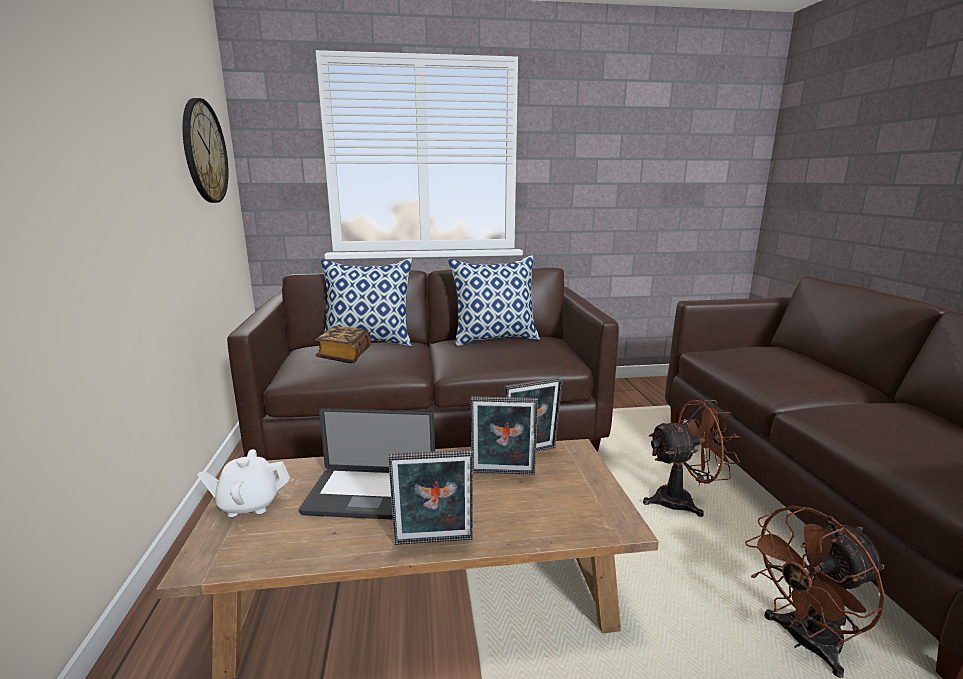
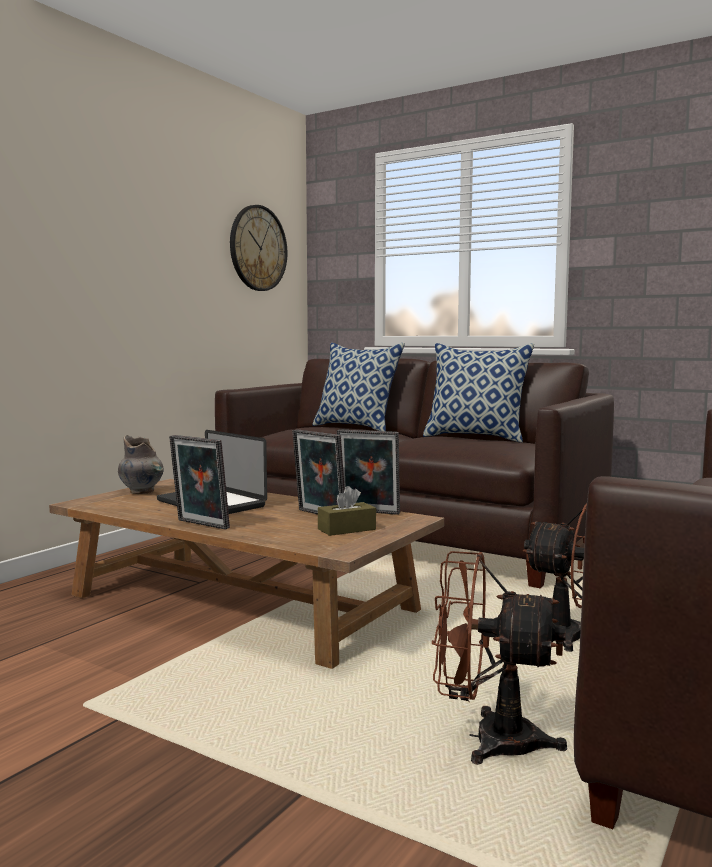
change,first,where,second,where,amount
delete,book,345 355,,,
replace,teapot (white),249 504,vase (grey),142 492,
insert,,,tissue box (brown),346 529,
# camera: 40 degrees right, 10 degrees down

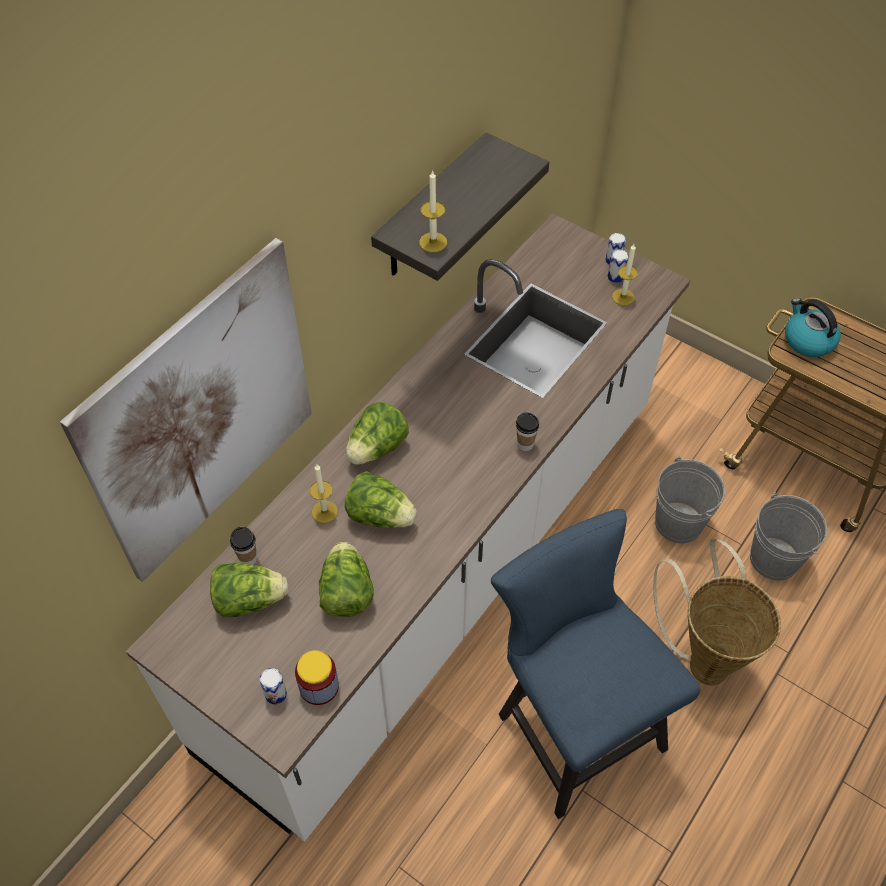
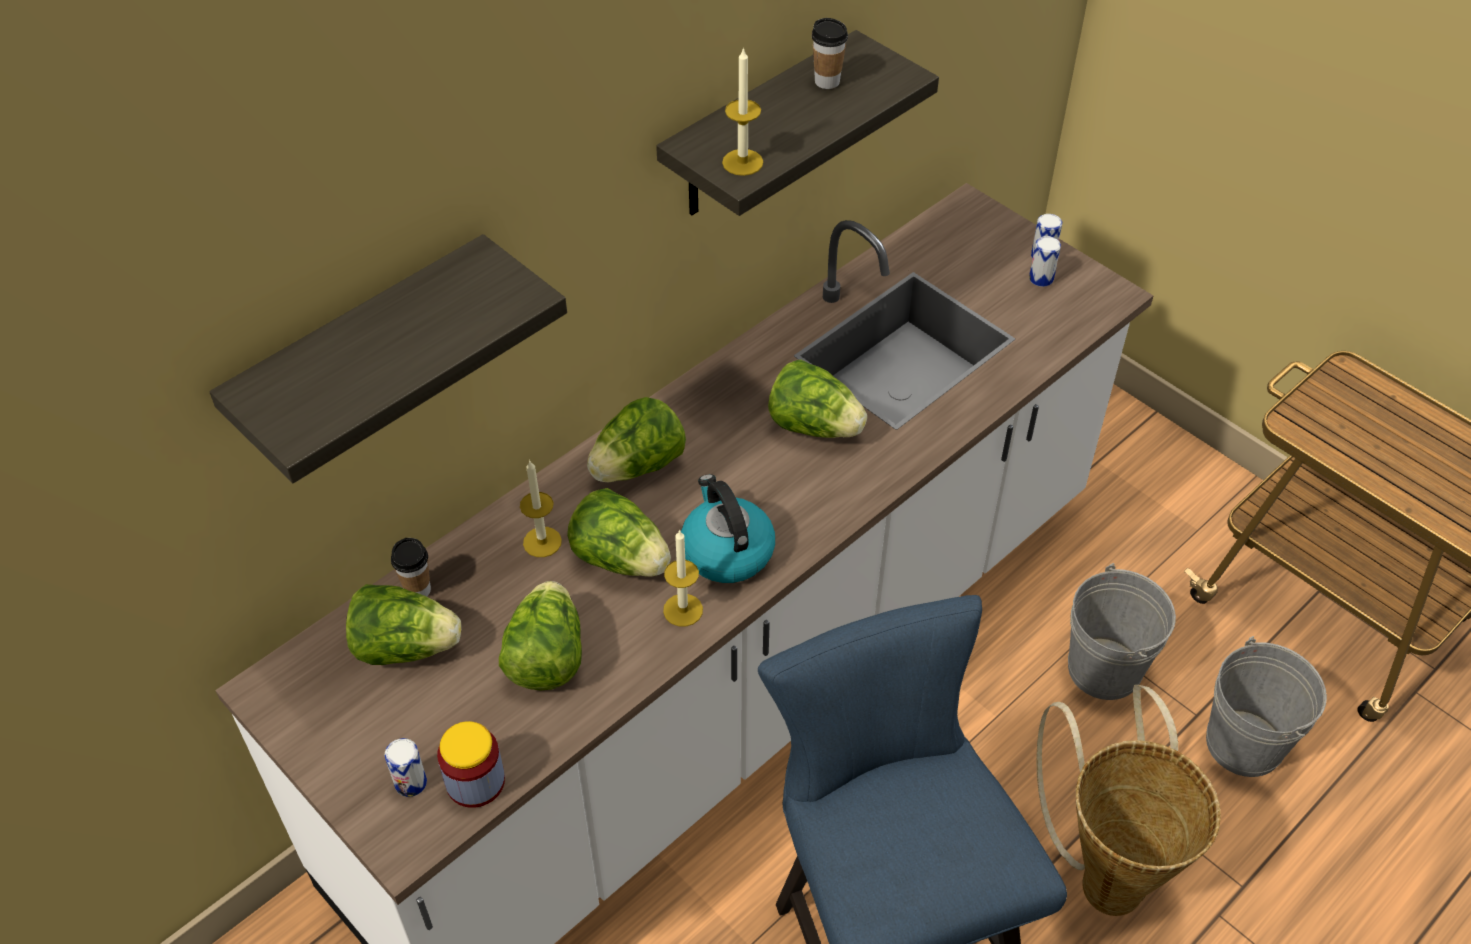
change,first,where,second,where,amount
replace,picture,202 414,shelf,364 353,
move,candle,623 297,,683 610,
move,kettle,807 340,,726 551,
move,cup,525 444,,827 81,
insert,,,lettuce,814 426,
# camera: 10 degrees right, 5 degrees down

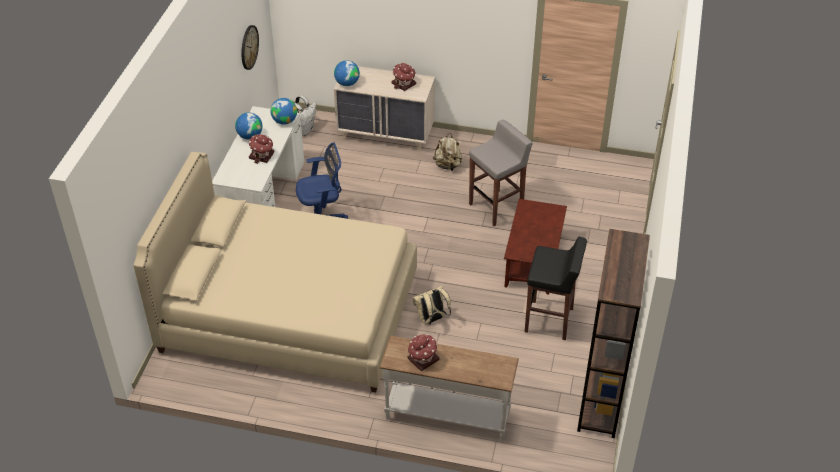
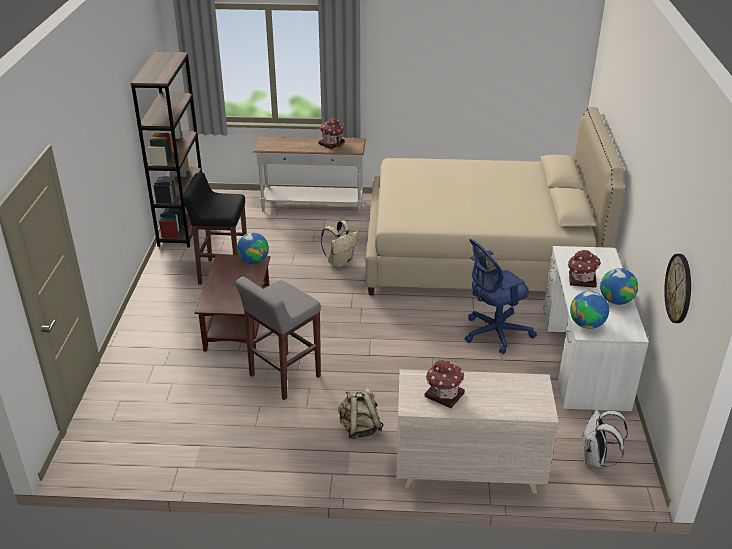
change,first,where,second,where,amount
move,globe,347 83,,254 261,
# camera: 170 degrees right, 10 degrees down

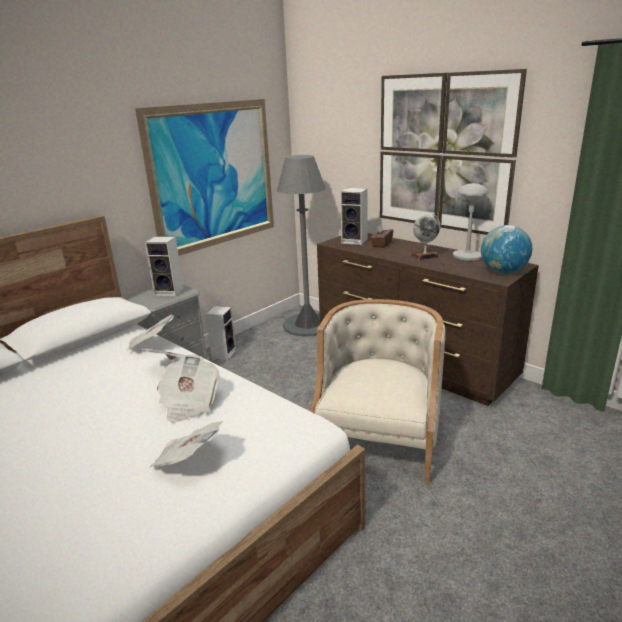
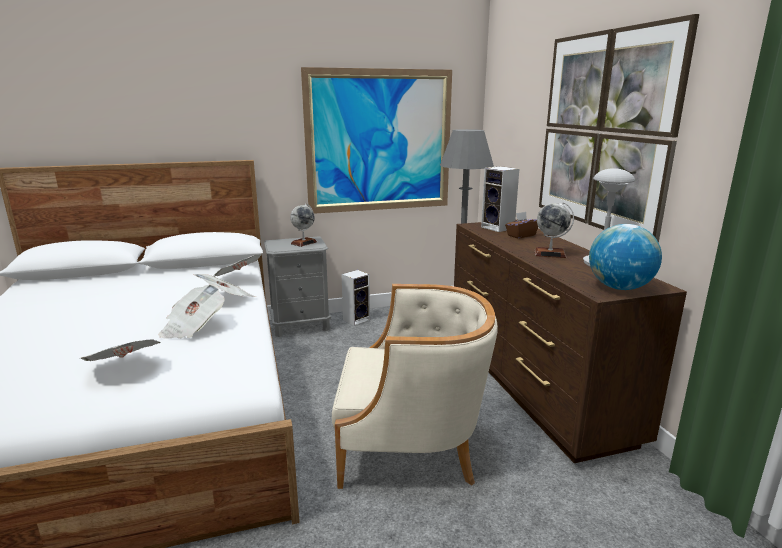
change,first,where,second,where,amount
replace,speaker,170 292,globe,304 243,
rotate,armchair (beige),379 437,,410 444,45 degrees clockwise
# camera: 30 degrees right, 5 degrees down

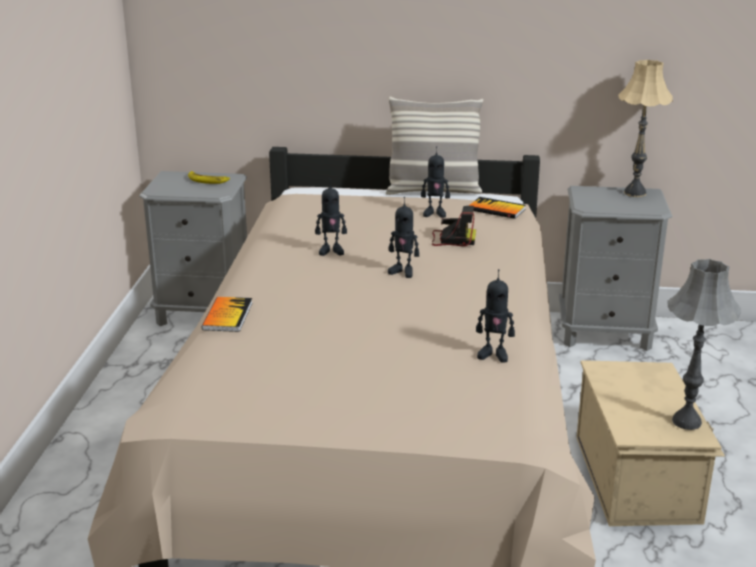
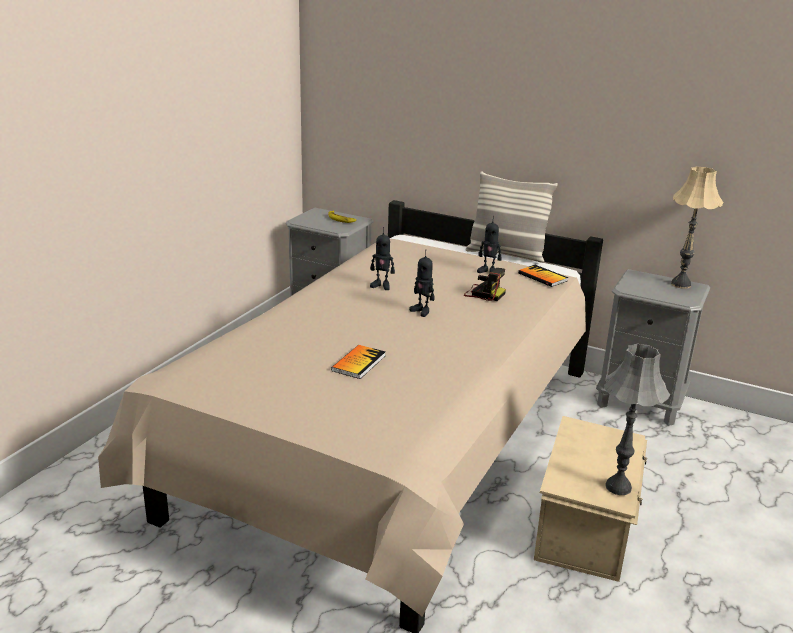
change,first,where,second,where,amount
delete,toy robot,493 355,,,
move,book,227 316,,359 363,
# camera: 20 degrees right, 0 degrees up

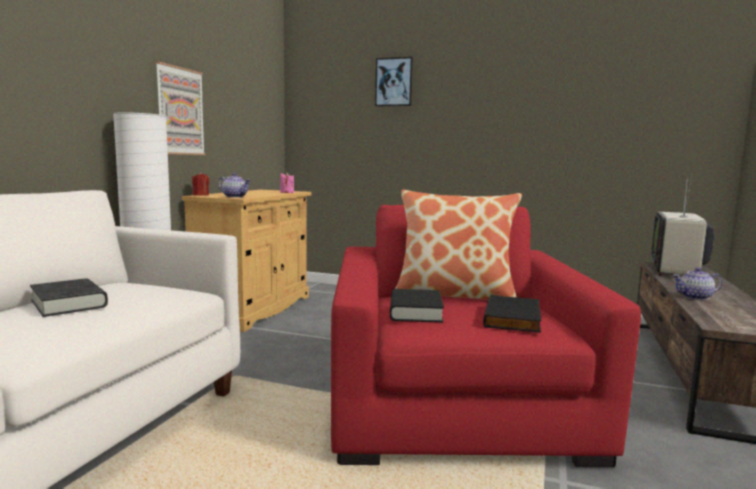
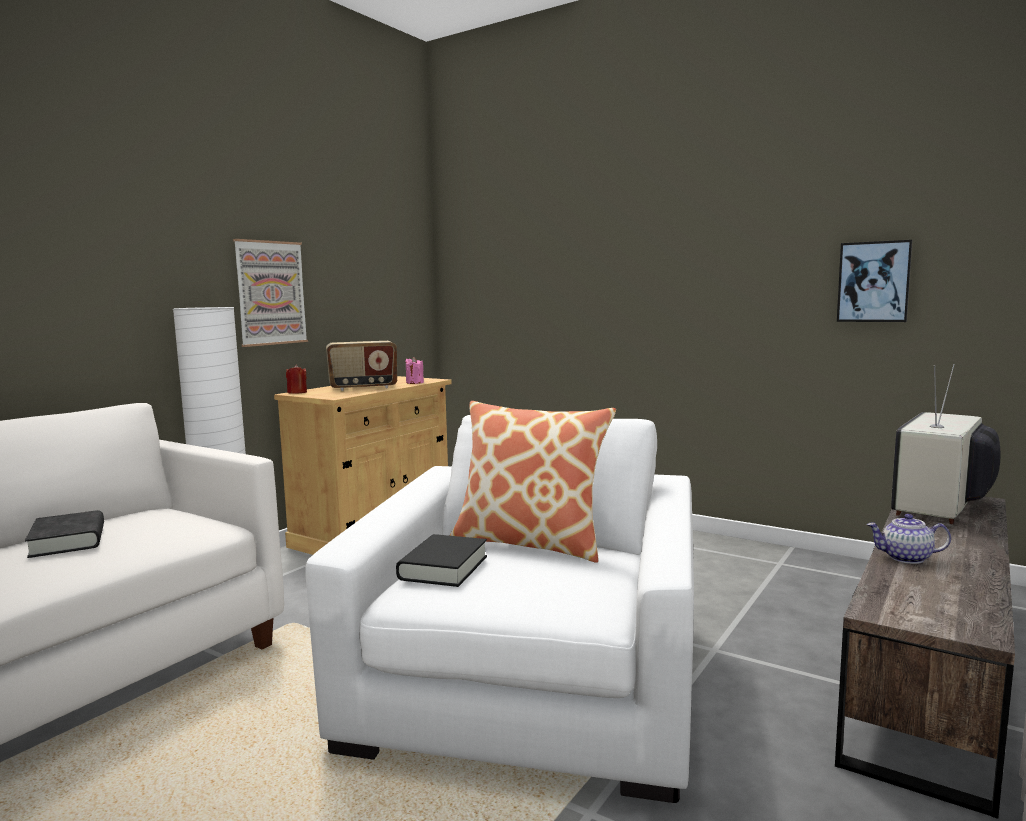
change,first,where,second,where,amount
move,picture,394 82,,873 282,
delete,teapot,235 197,,,
recolor,armchair (red),455 401,armchair (white),532 682,
delete,book (black),514 318,,,
insert,,,radio,363 388,
# camera: 15 degrees right, 0 degrees up

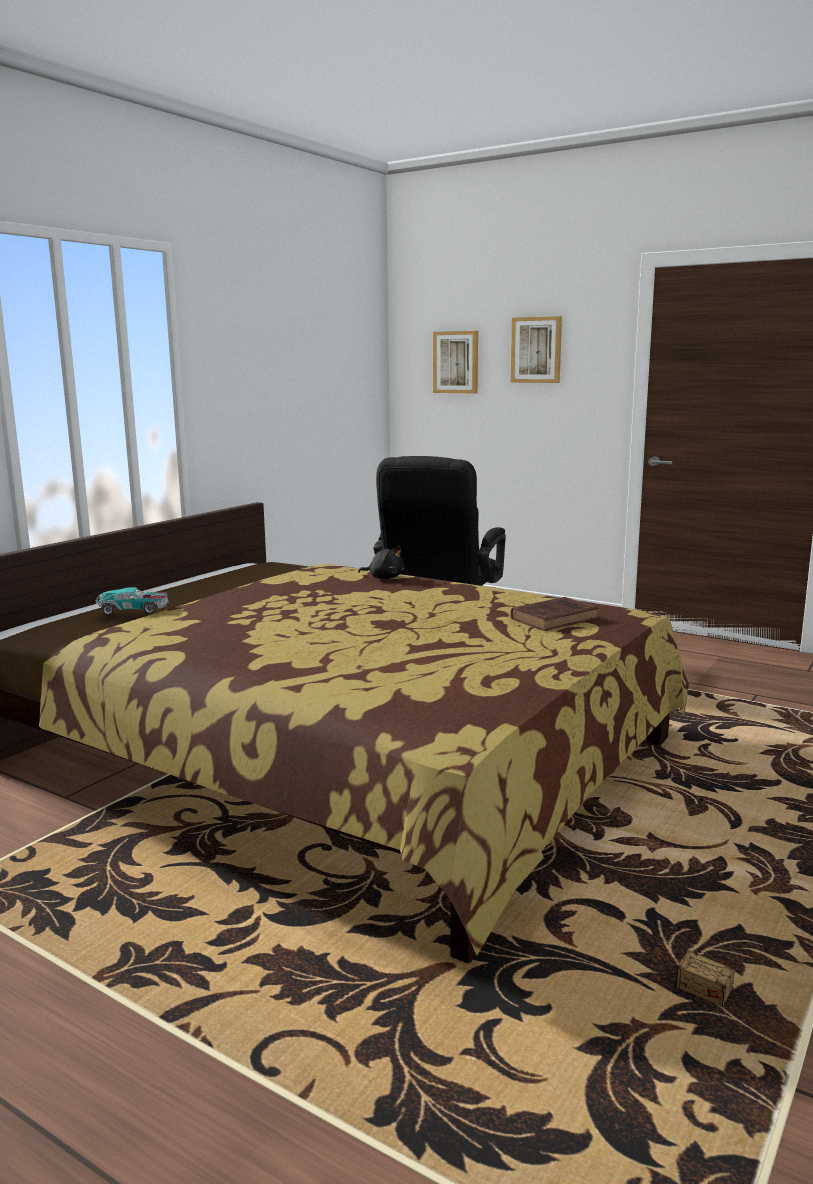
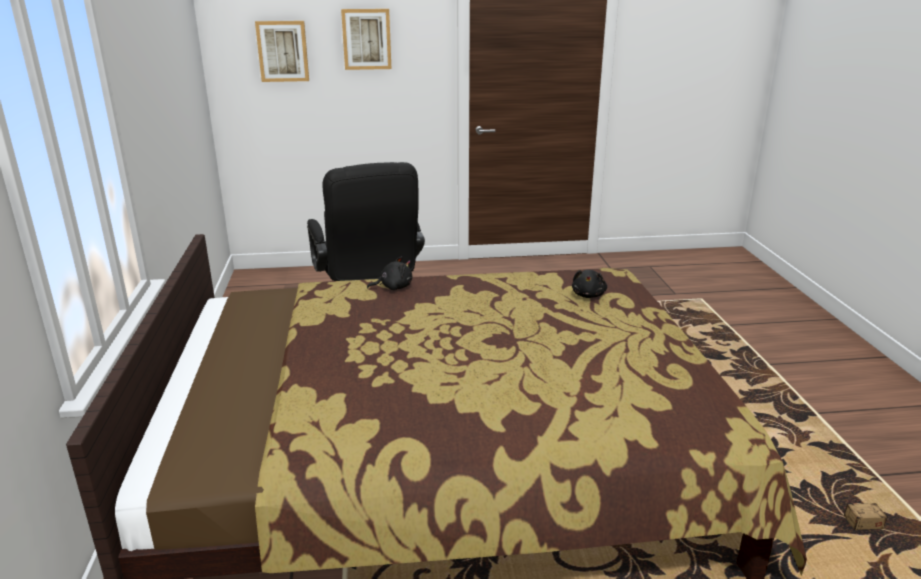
change,first,where,second,where,amount
delete,toy car,134 609,,,
replace,book (brown),556 618,plush toy (black),588 295,
# camera: 40 degrees left, 10 degrees up

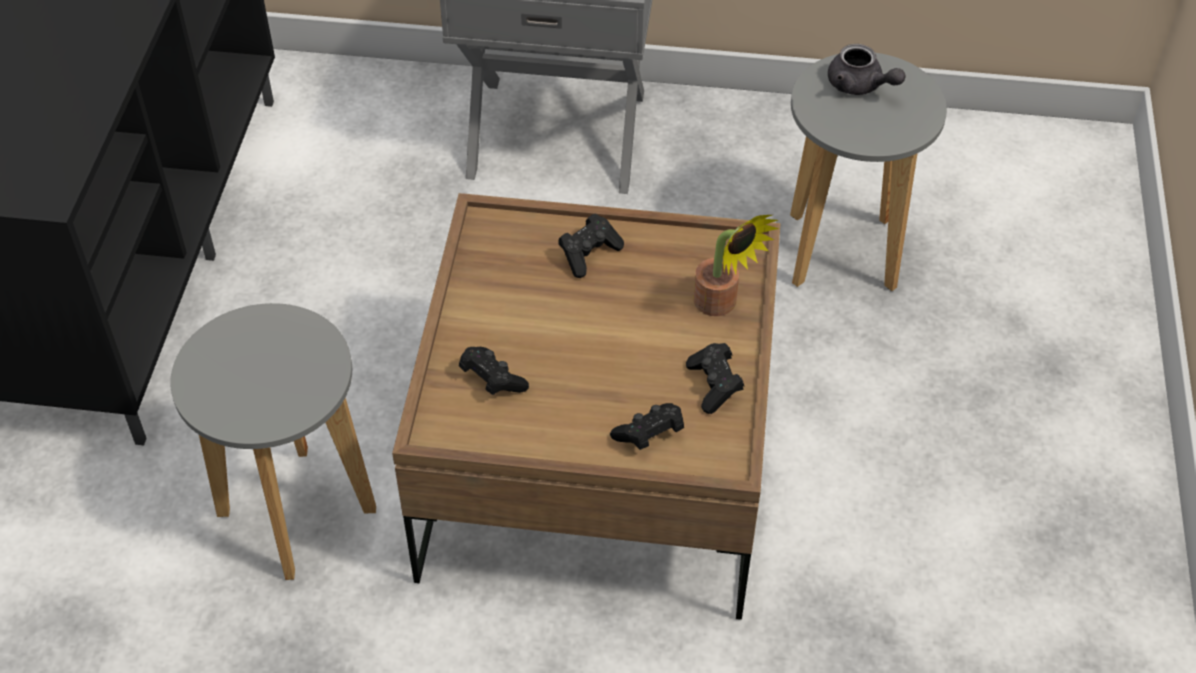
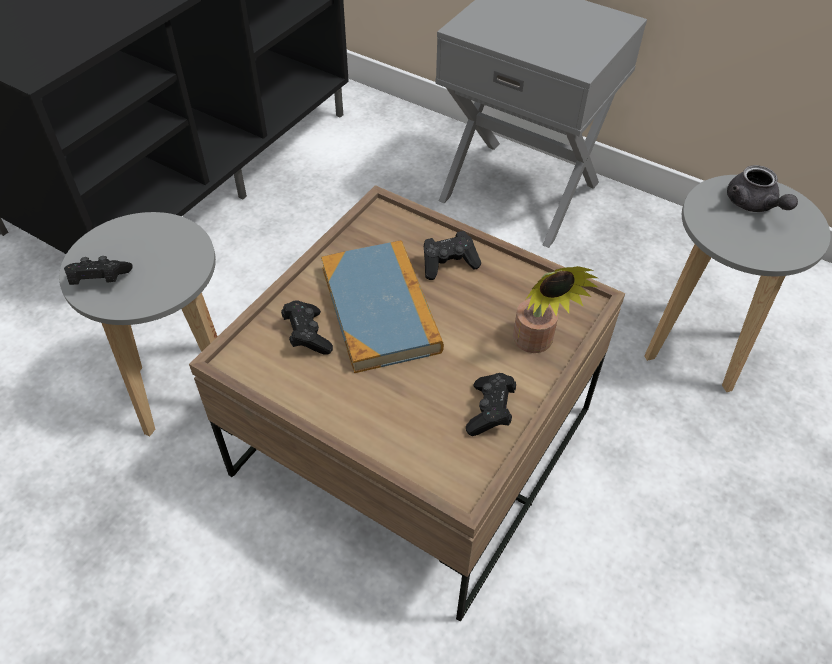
change,first,where,second,where,amount
move,game controller (black),649 435,,100 281,
insert,,,book,380 309,
# camera: 25 degrees right, 0 degrees up

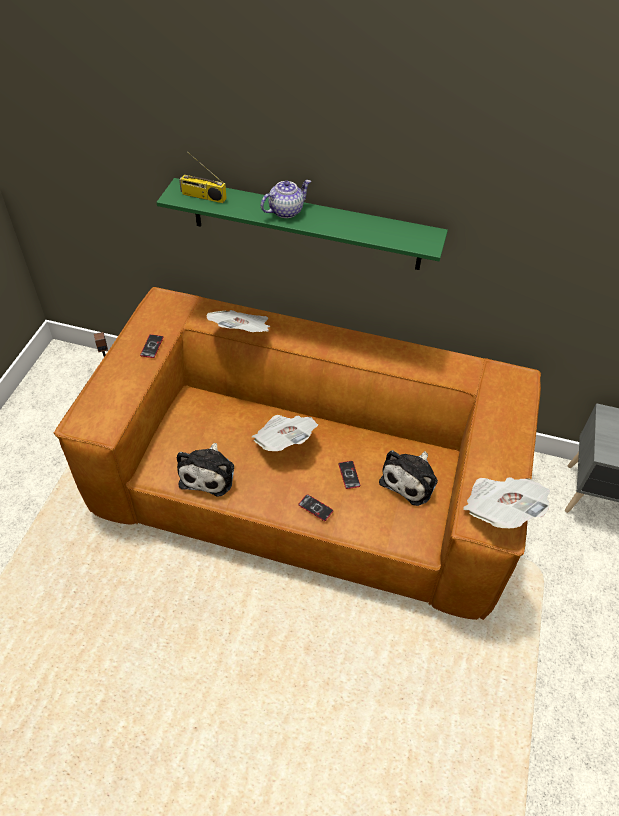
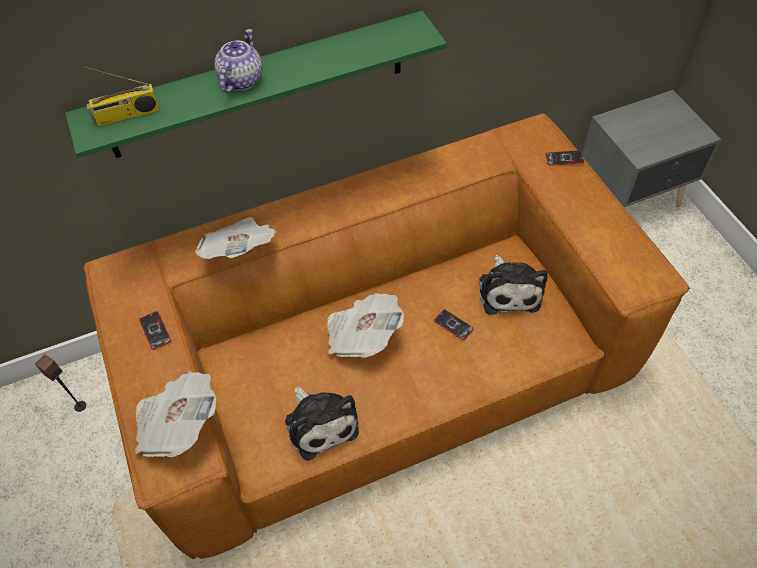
change,first,where,second,where,amount
move,newspaper,500 510,,178 424,
move,phone,315 508,,564 158,
# camera: 35 degrees left, 5 degrees up

